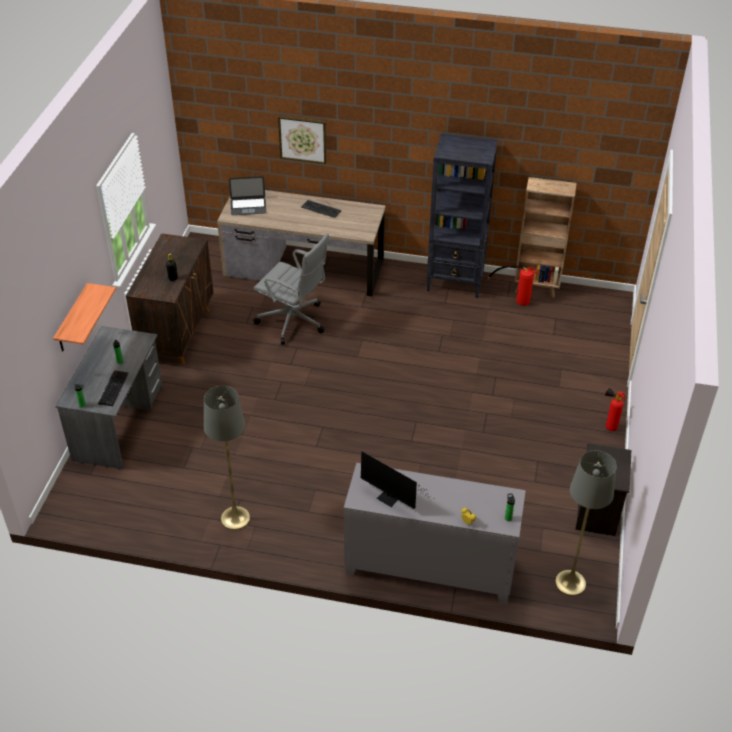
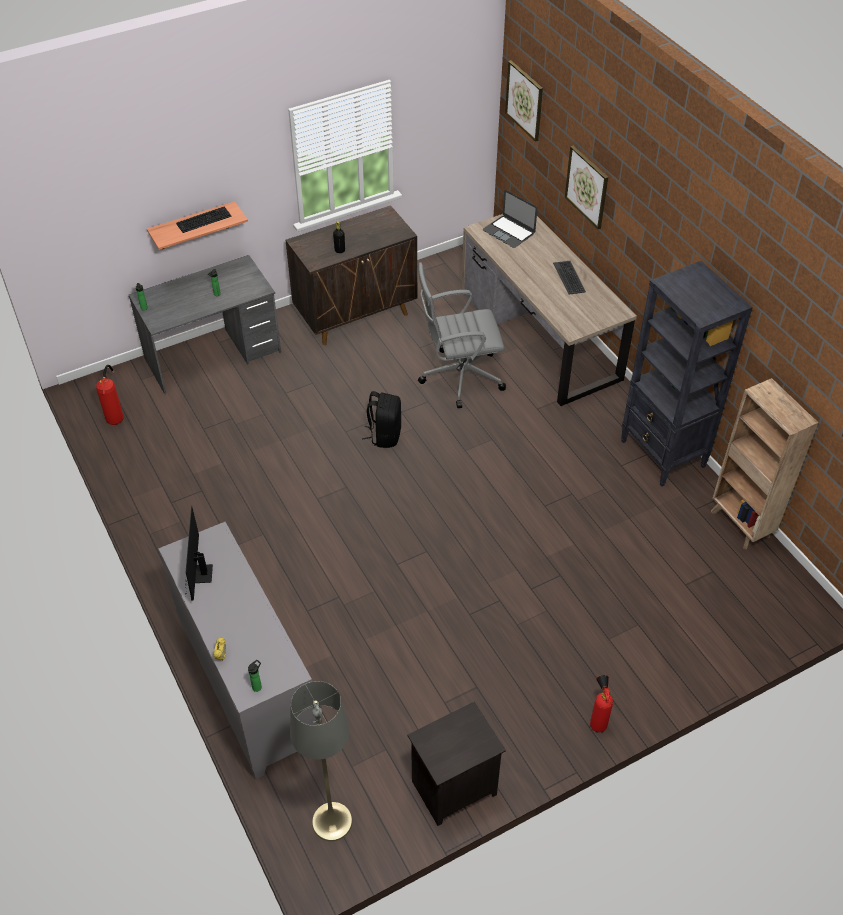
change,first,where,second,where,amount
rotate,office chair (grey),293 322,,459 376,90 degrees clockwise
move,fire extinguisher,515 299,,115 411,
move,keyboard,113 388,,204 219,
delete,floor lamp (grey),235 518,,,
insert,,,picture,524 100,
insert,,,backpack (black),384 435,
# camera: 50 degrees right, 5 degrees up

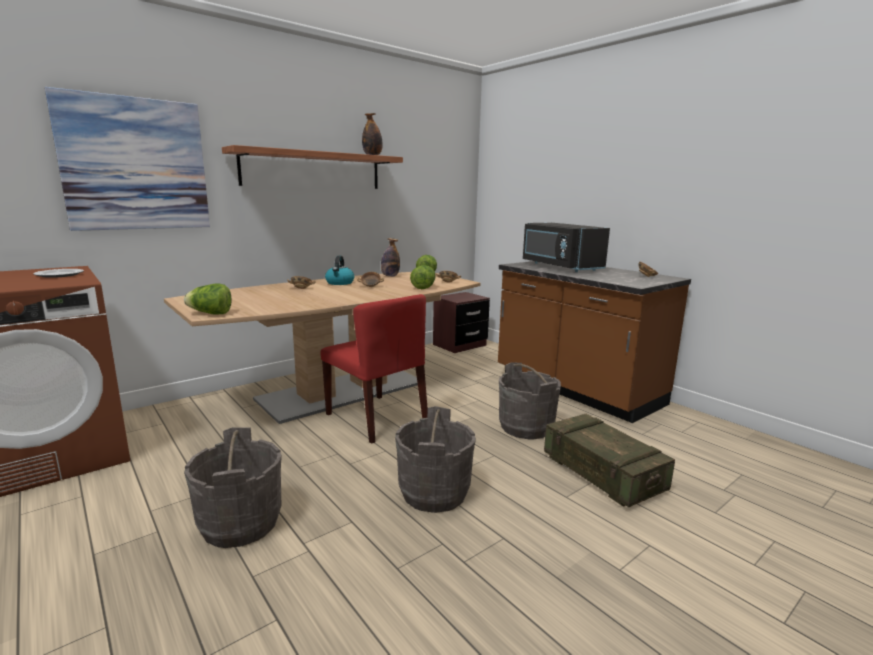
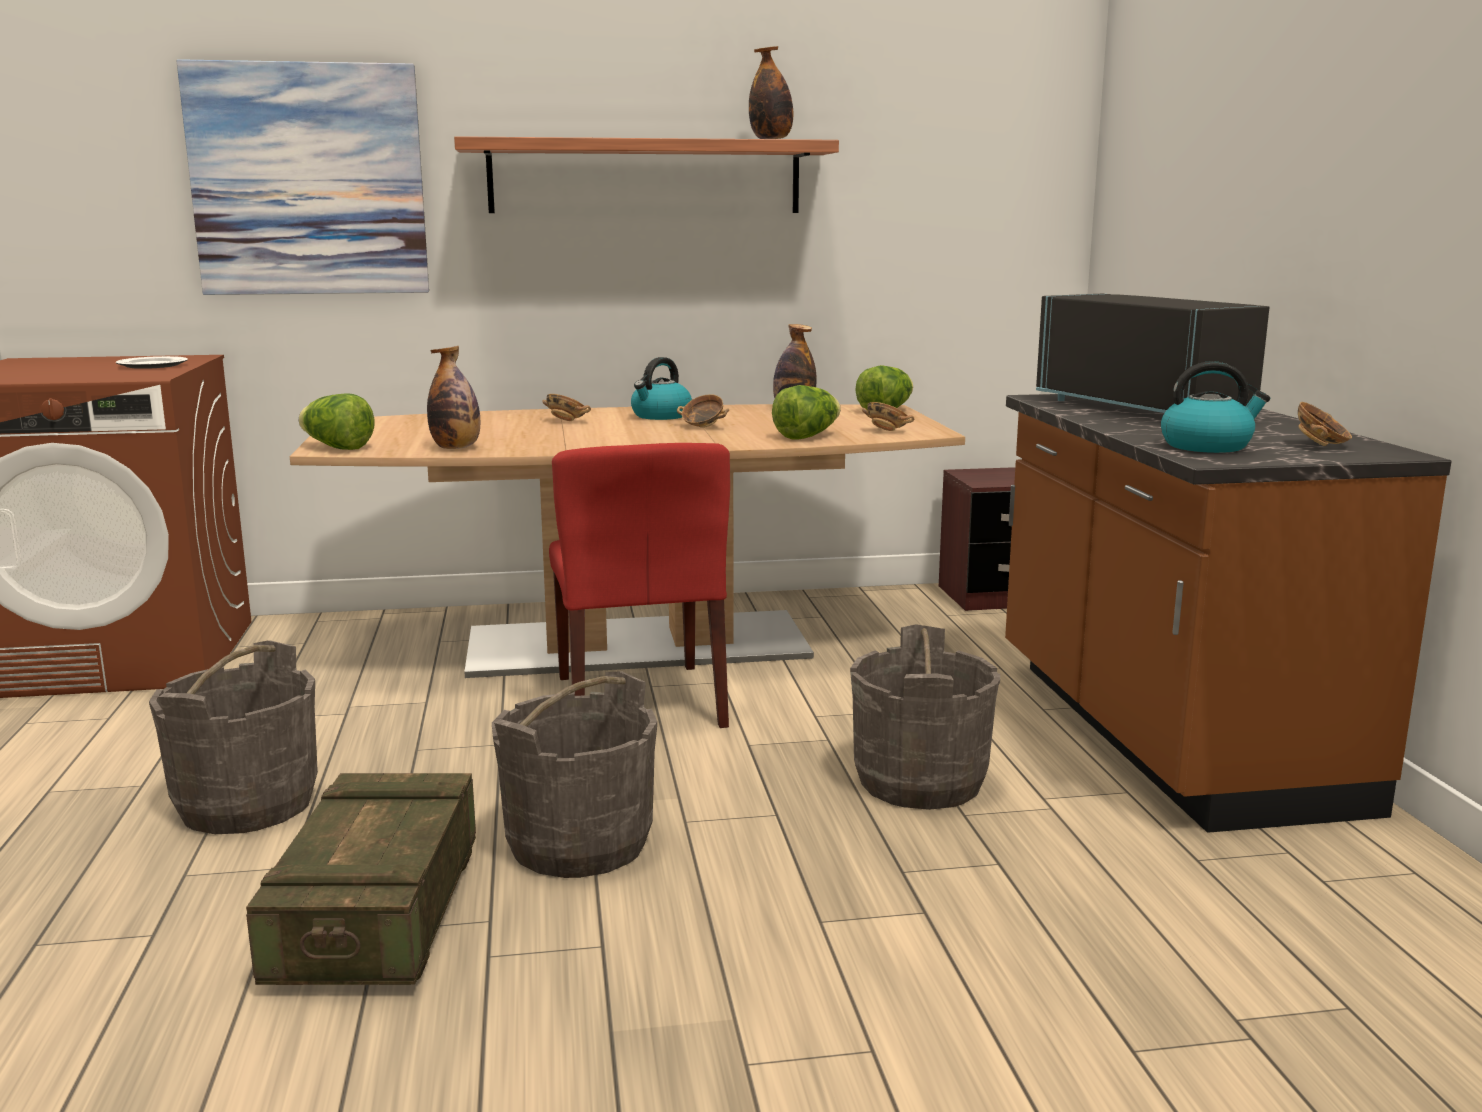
change,first,where,second,where,amount
rotate,microwave (black),559 266,,1147 408,150 degrees clockwise
move,crate,602 474,,377 916,
insert,,,bottle,456 448,
insert,,,kettle,1207 446,
# camera: 30 degrees right, 0 degrees up

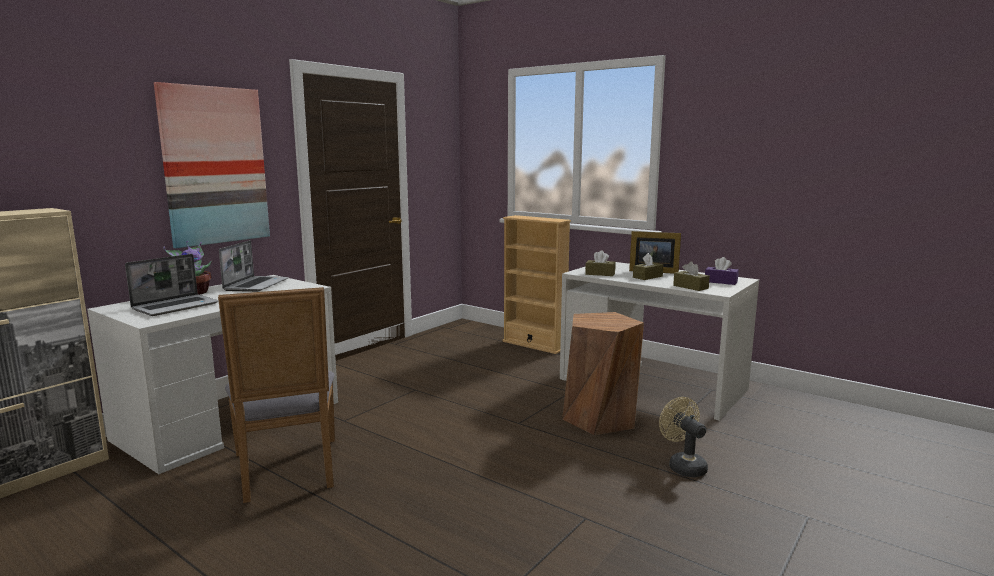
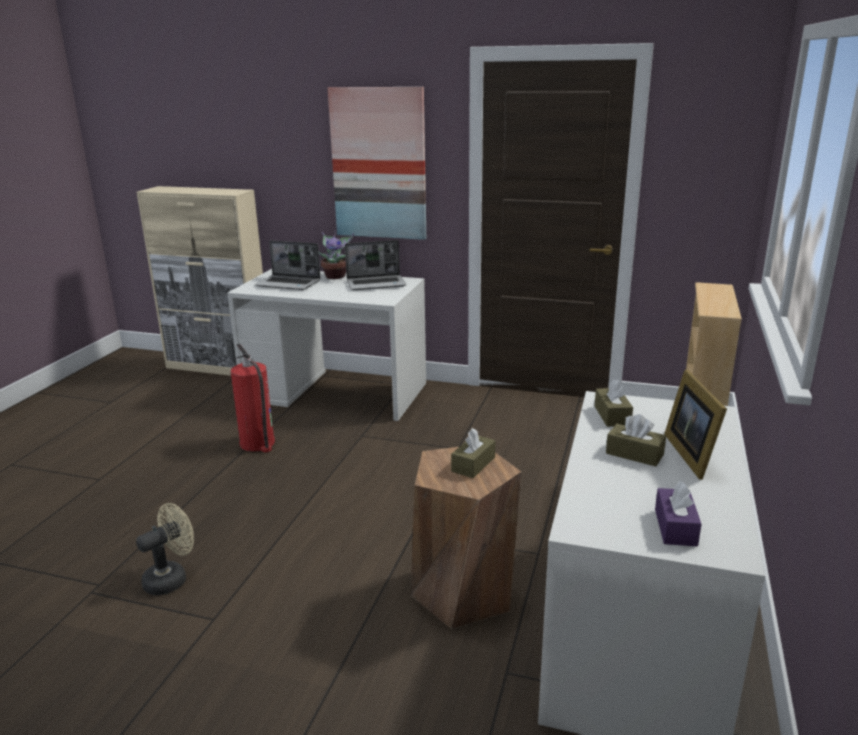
change,first,where,second,where,amount
move,tissue box (brown),690 287,,473 464,
replace,chair (grey),288 472,fire extinguisher,257 443,
move,fan (beige),683 466,,171 578,
# camera: 70 degrees right, 10 degrees up

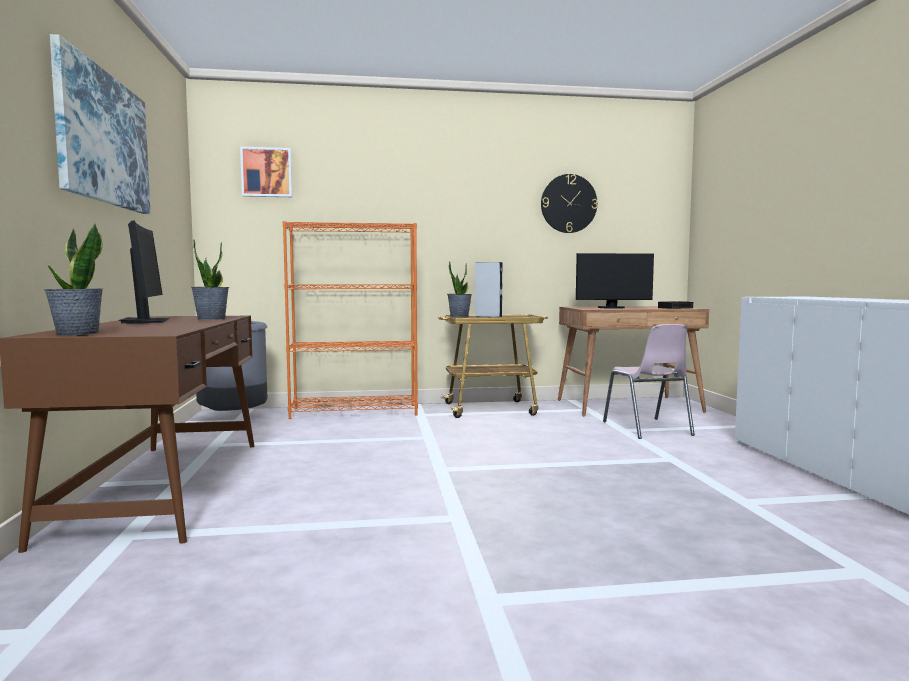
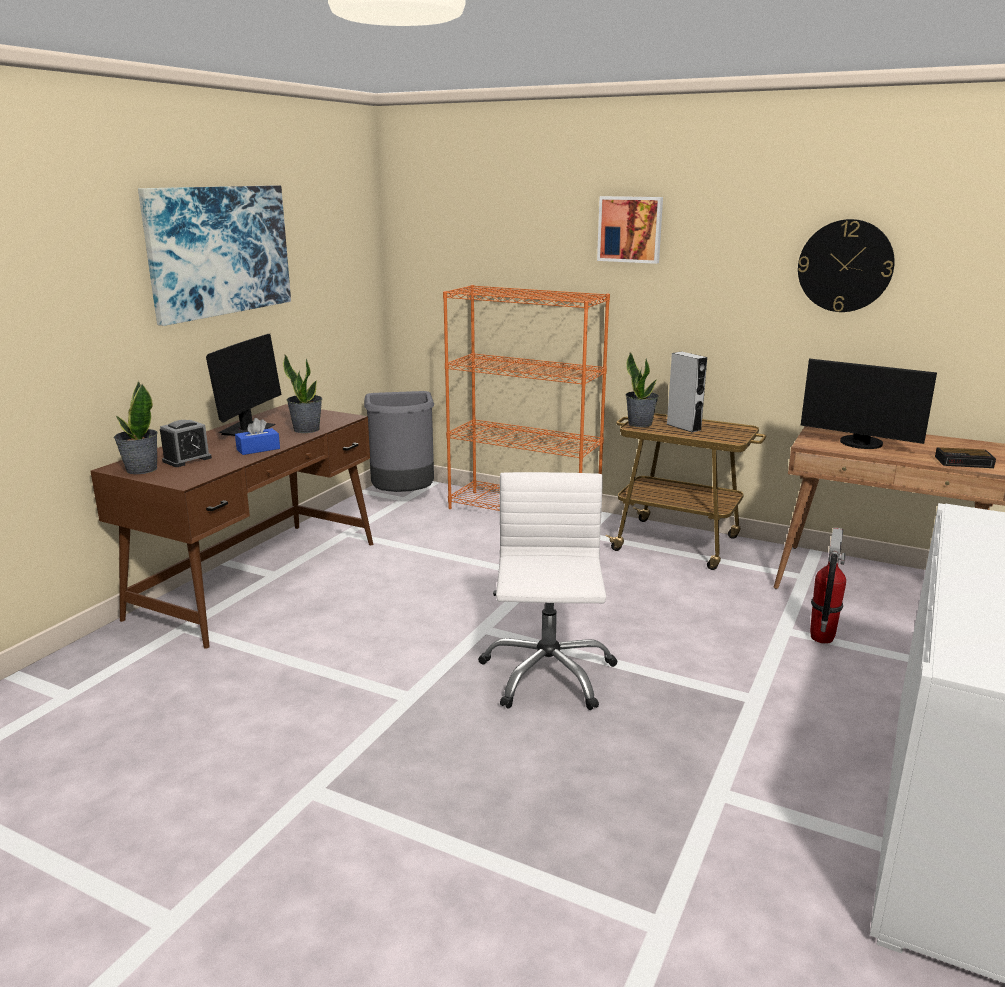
change,first,where,second,where,amount
move,picture,267 172,,630 229,
replace,chair (pink),647 429,fire extinguisher,822 637,
insert,,,tissue box (blue),258 449,
insert,,,alarm clock,187 459,
insert,,,office chair (white),547 674,
# camera: 35 degrees right, 15 degrees up

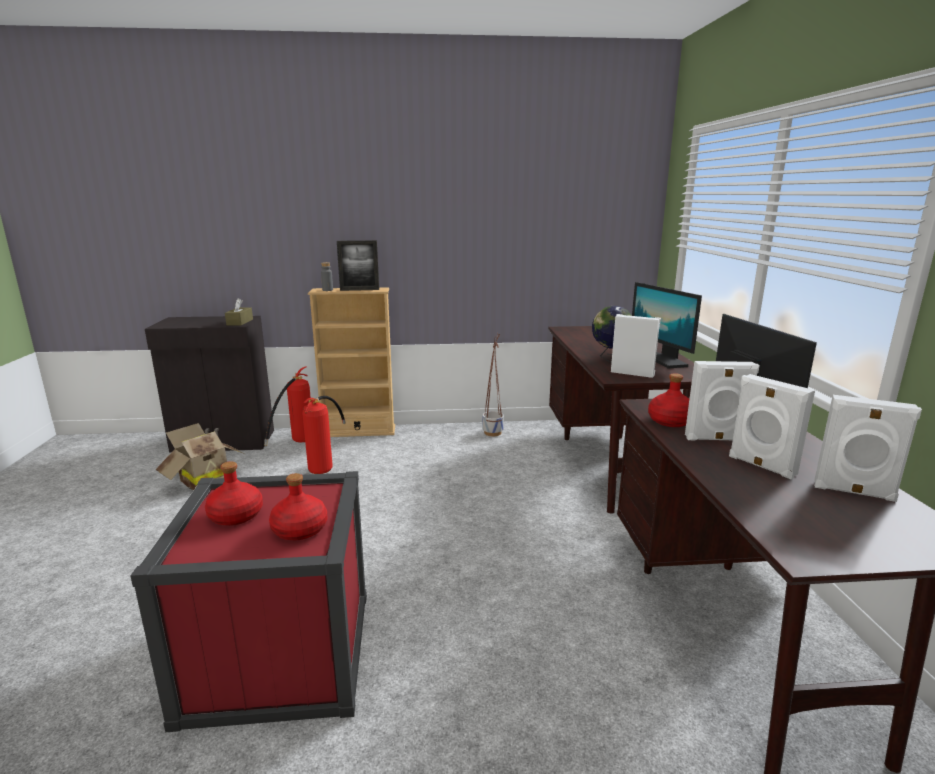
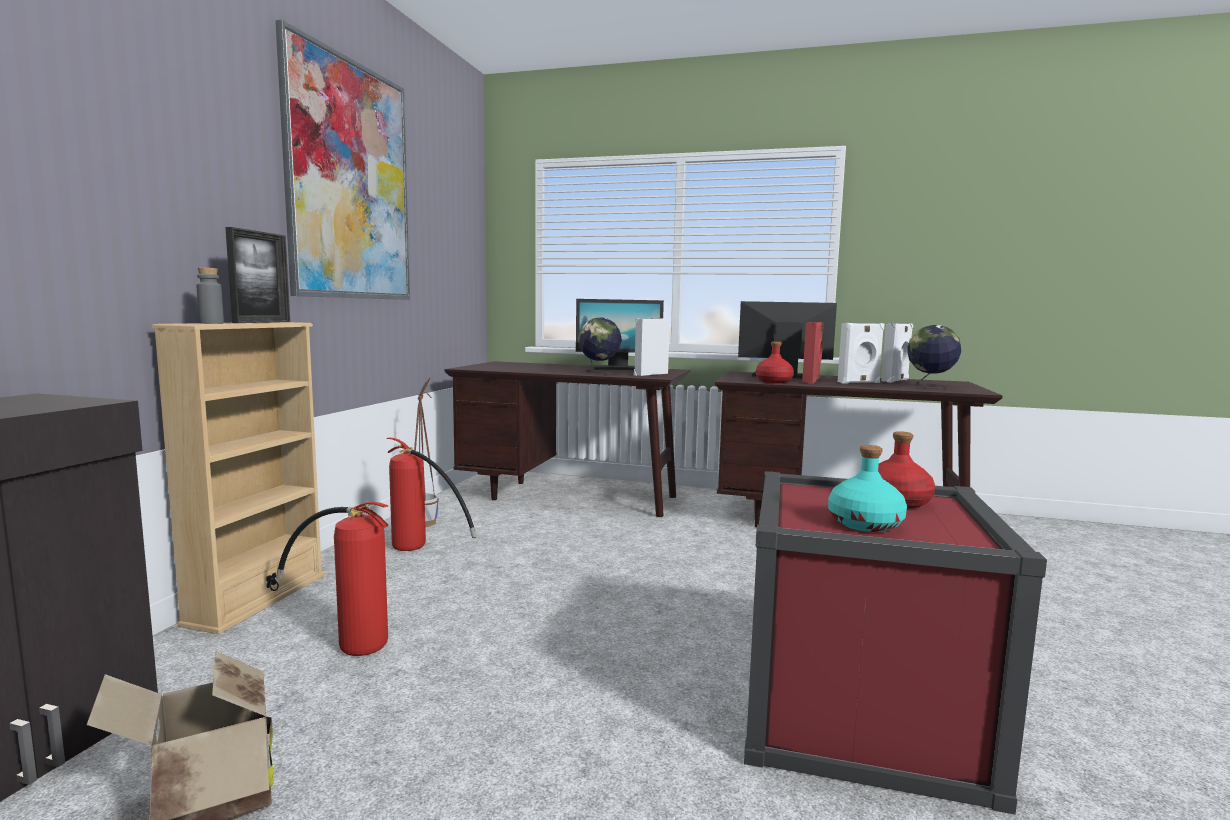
change,first,where,second,where,amount
delete,tissue box (brown),240 322,,,
recolor,speaker (white),715 439,speaker (red),812 381,
move,fire extinguisher,296 444,,421 551,
recolor,bottle (red),235 516,bottle (turquoise),865 524,
insert,,,picture,350 181,
insert,,,globe,930 387,
# camera: 70 degrees left, 10 degrees down

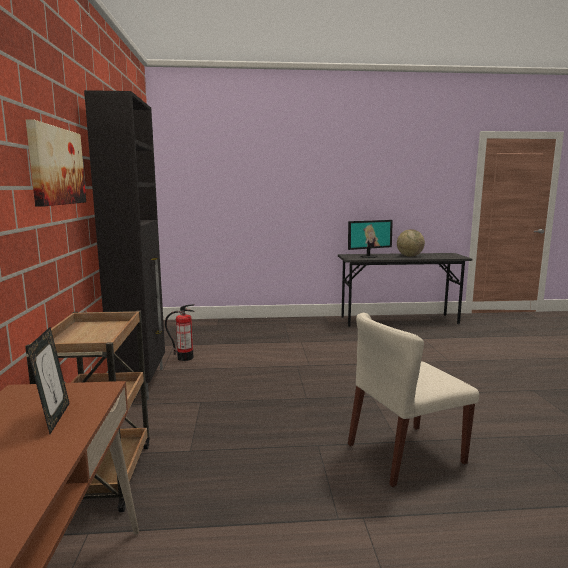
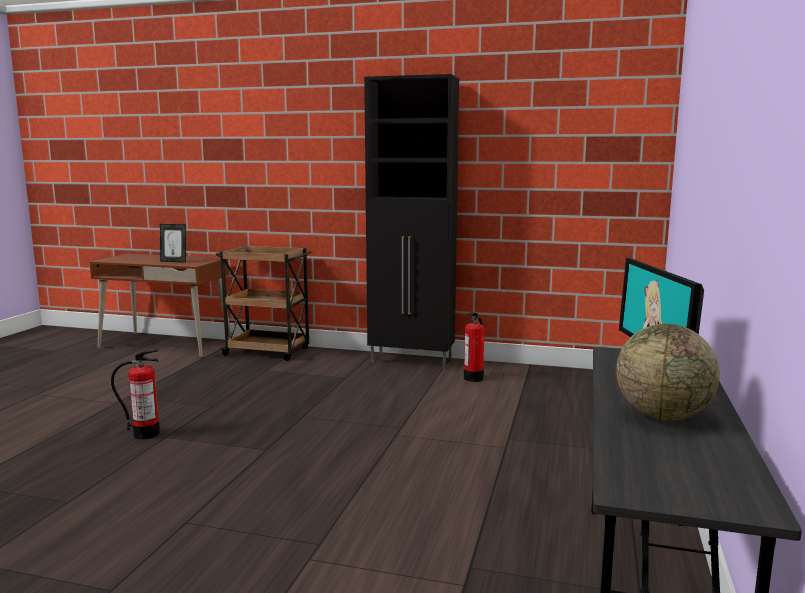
change,first,where,second,where,amount
delete,picture,56 166,,,
replace,chair (beige),405 454,fire extinguisher,146 434,
# camera: 110 degrees right, 0 degrees up

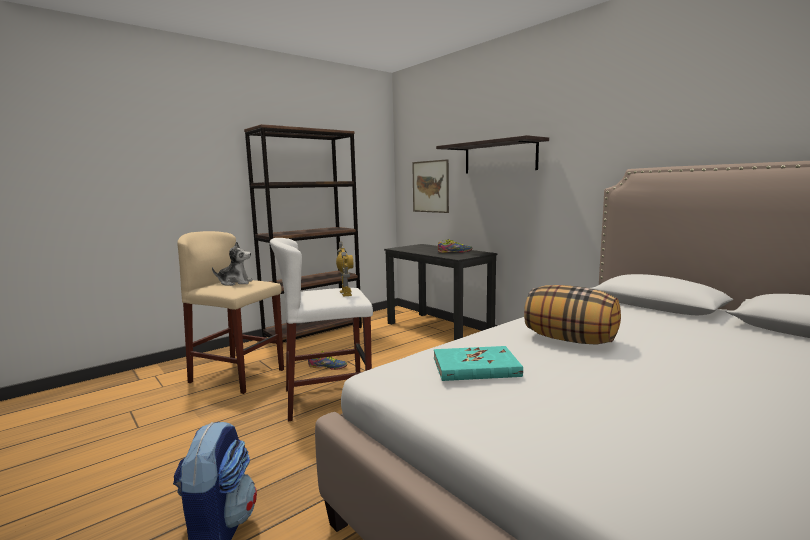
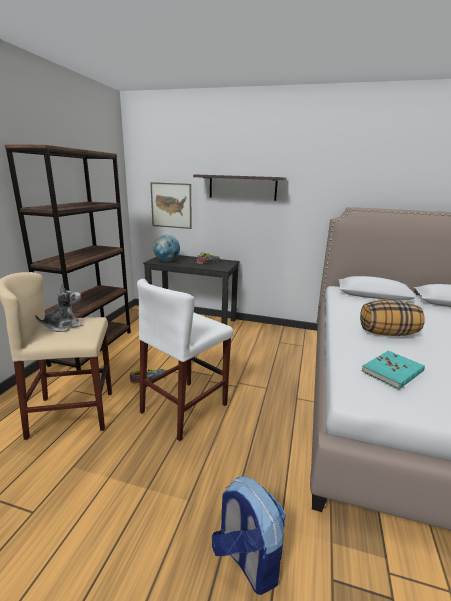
change,first,where,second,where,amount
delete,toy robot,346 293,,,
insert,,,globe,167 261,
# camera: 35 degrees left, 10 degrees up

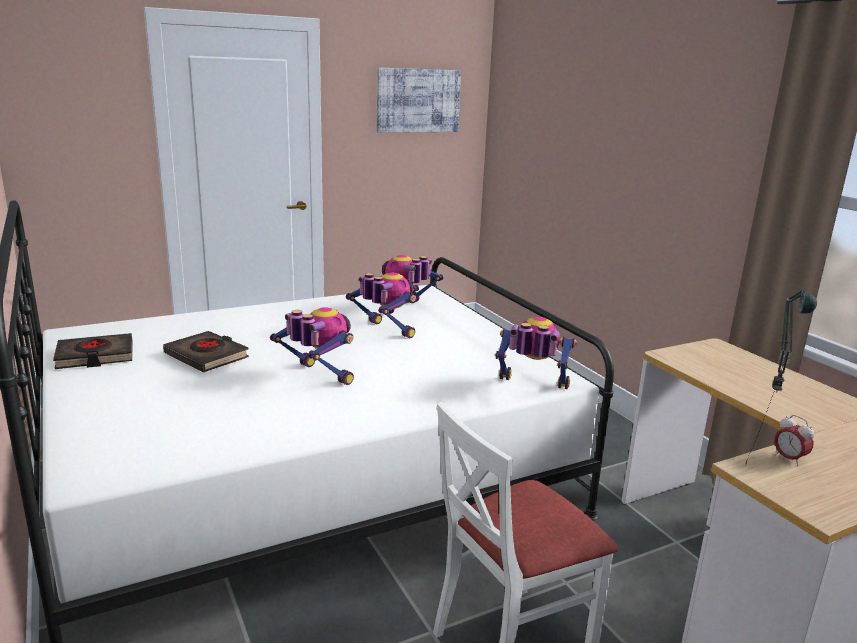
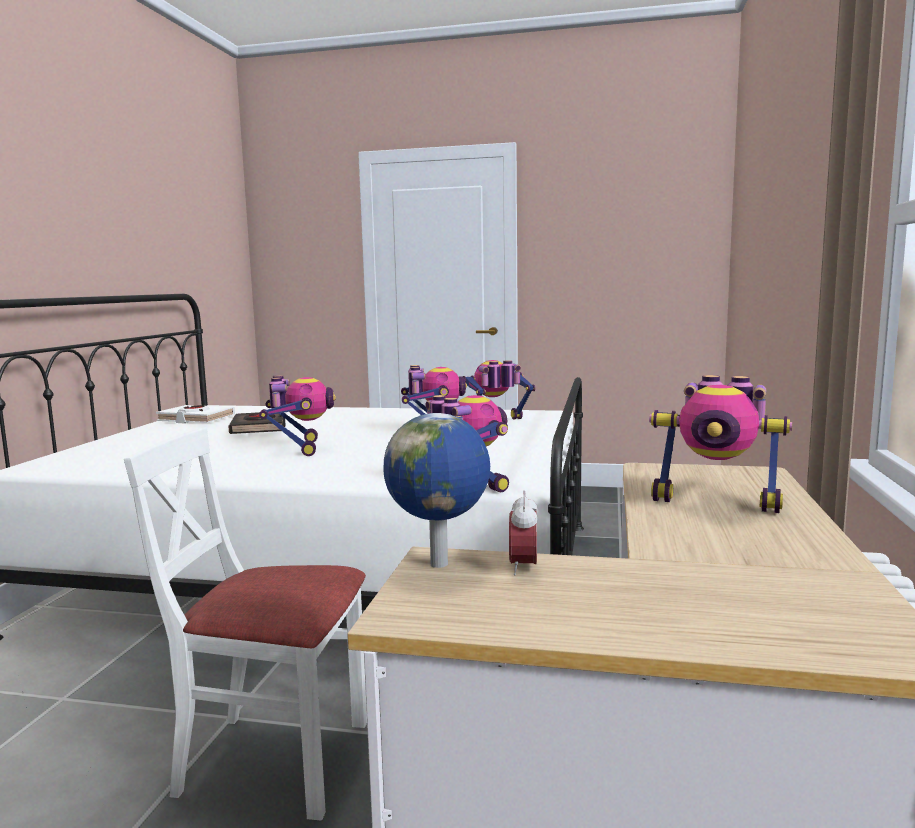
change,first,where,second,where,amount
delete,picture,418 100,,,
replace,table lamp,757 472,globe,441 564,
recolor,book (black),95 356,book (white),196 419,
insert,,,toy robot,716 501,
# camera: 40 degrees right, 10 degrees down

